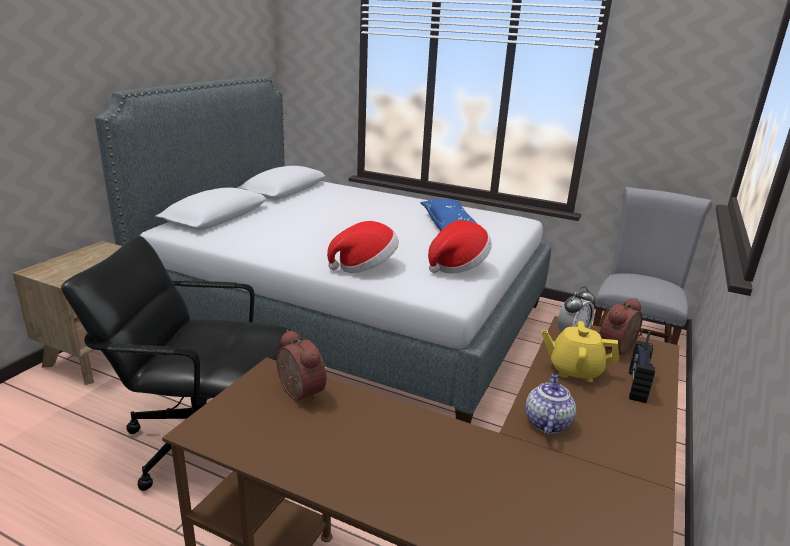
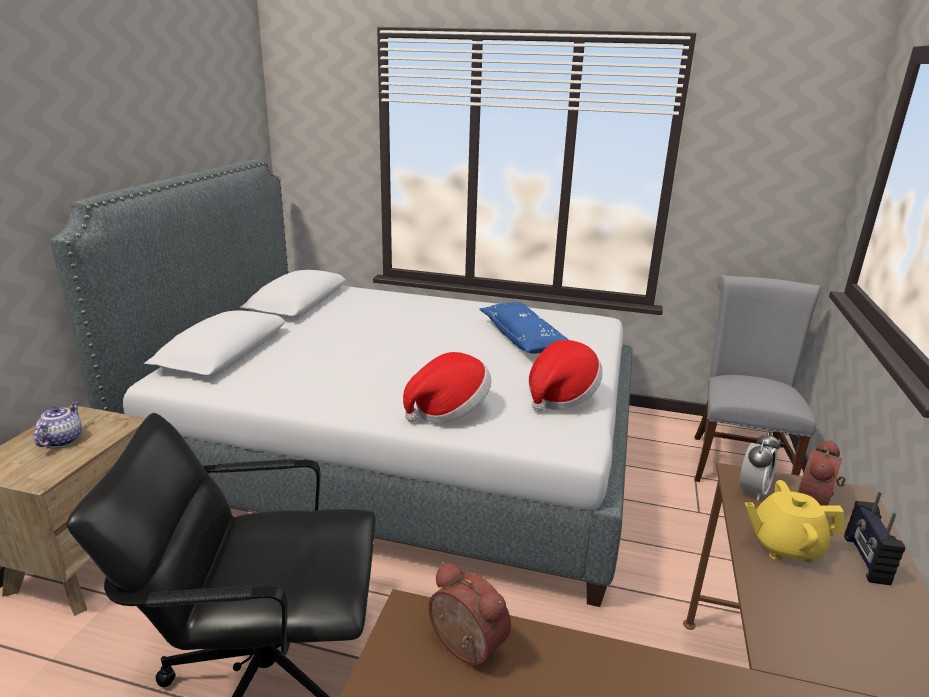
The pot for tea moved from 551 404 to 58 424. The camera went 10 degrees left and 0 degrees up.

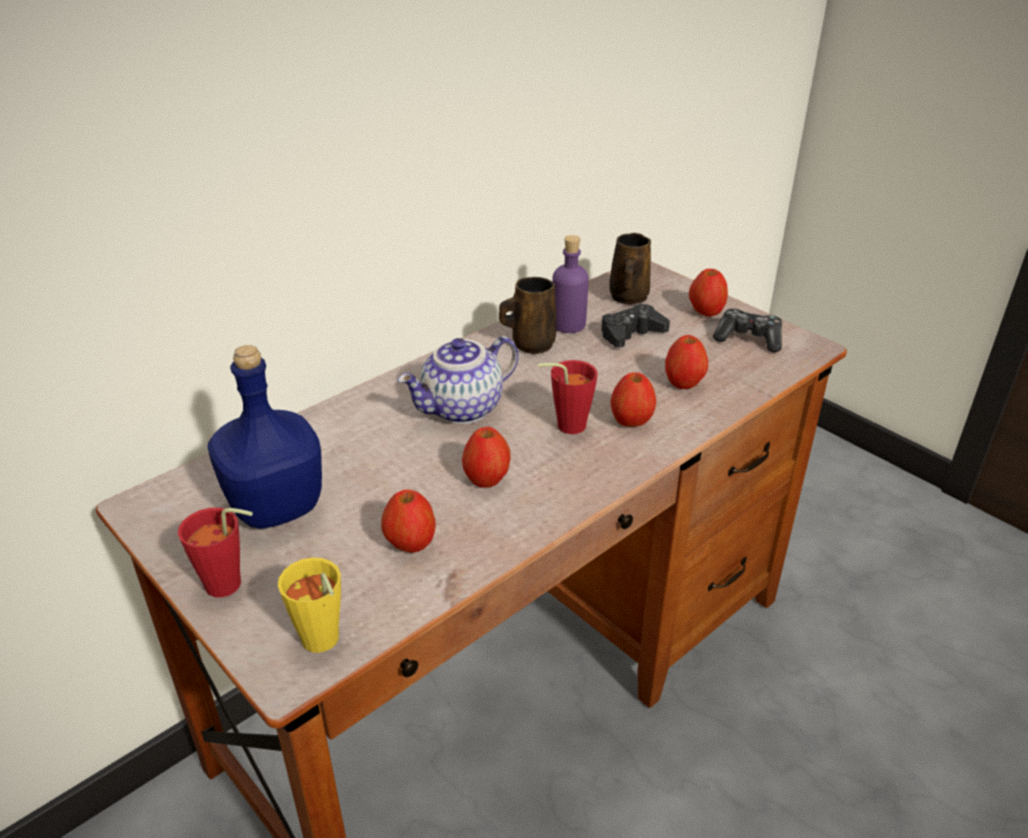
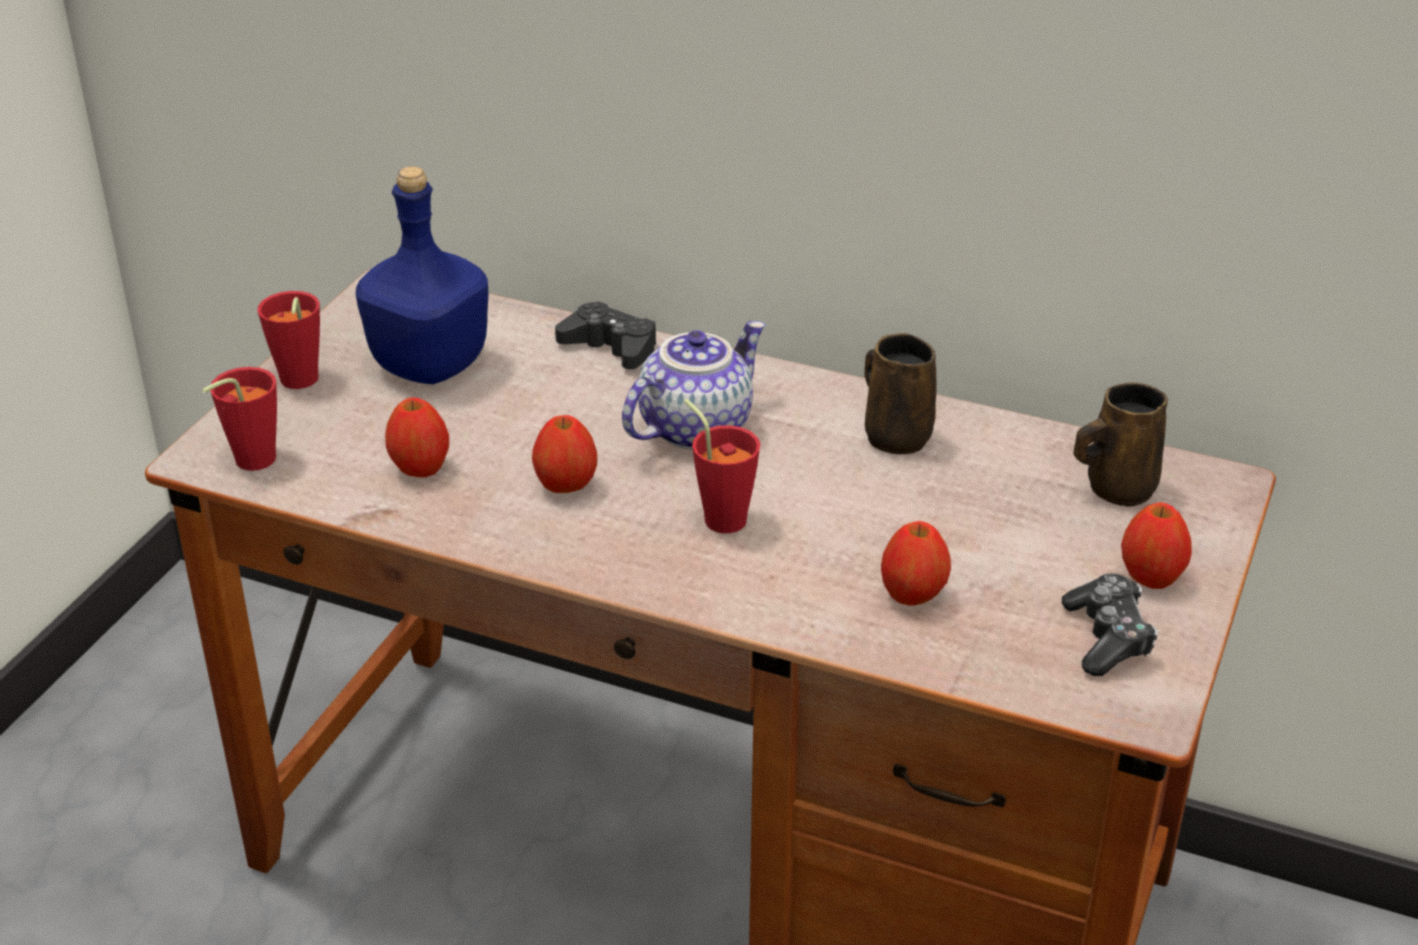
The purple bottle at 570 284 disappeared. The apple fruit at 633 400 disappeared. The black-coloured game controller moved from 635 326 to 605 335. The yellow-coloured small cup at 309 605 became the reddish small cup at 239 419. The pot for tea at 458 380 turned 105 degrees clockwise. The camera went 65 degrees right and 0 degrees up.

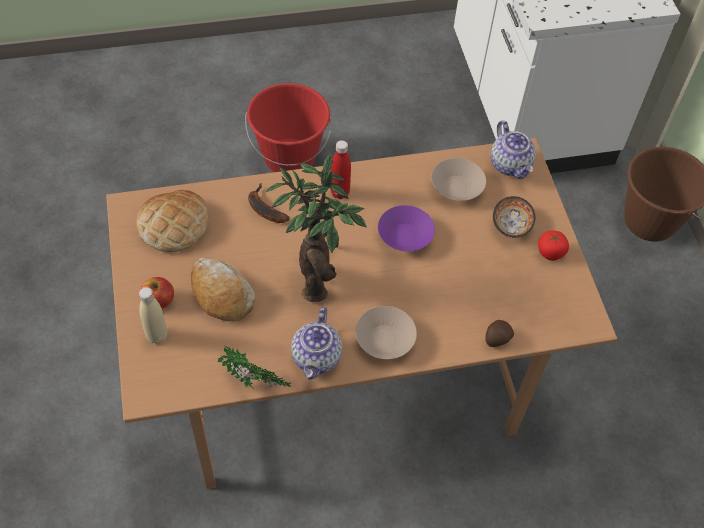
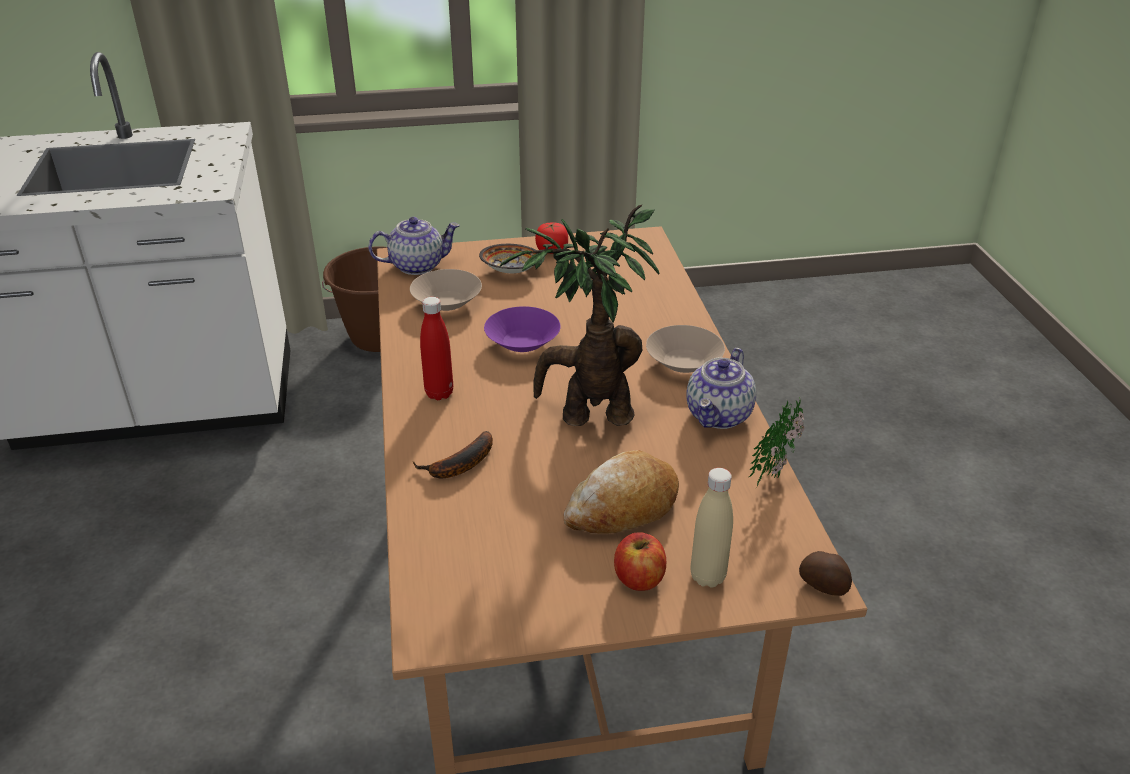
The bakery bread at 172 221 disappeared. The reddish water bucket at 288 127 disappeared. The potato moved from 499 333 to 825 573. The pot for tea at 316 343 turned 105 degrees clockwise. The camera went 85 degrees left and 20 degrees down.

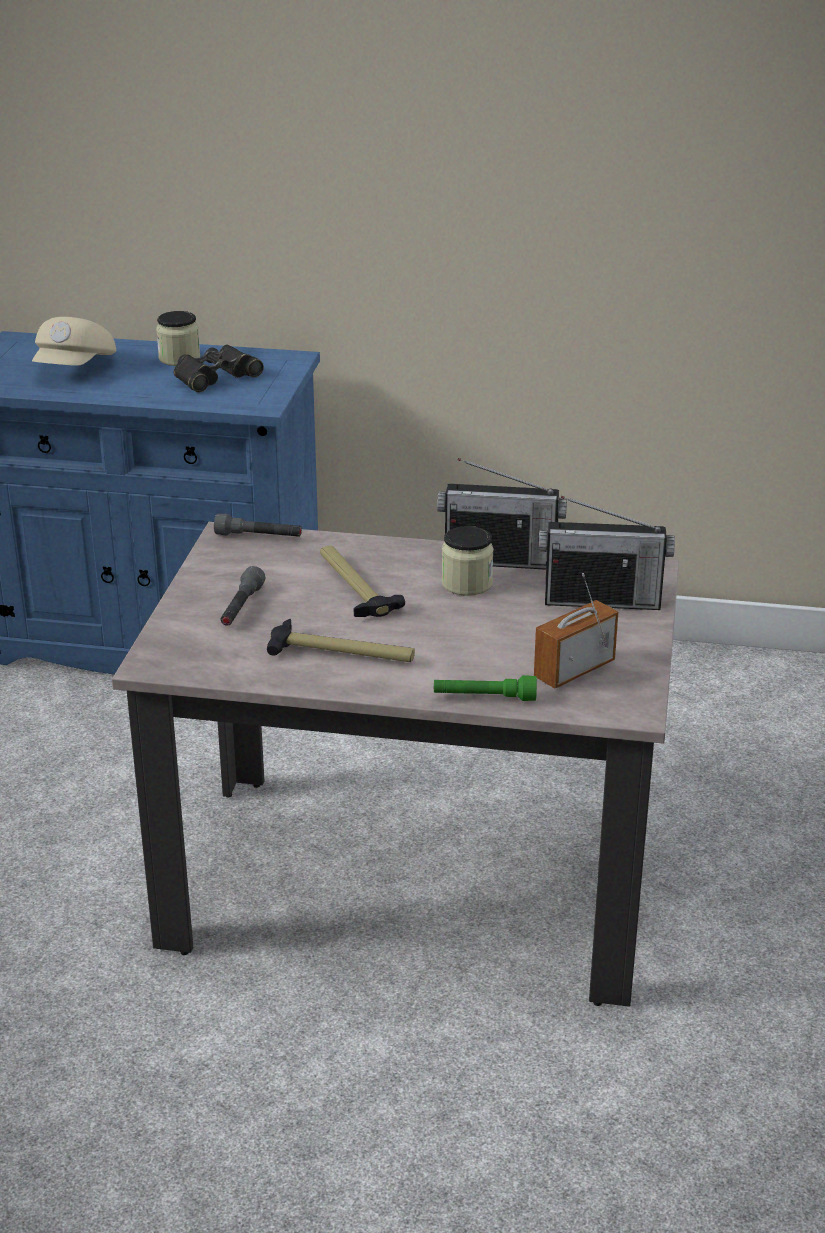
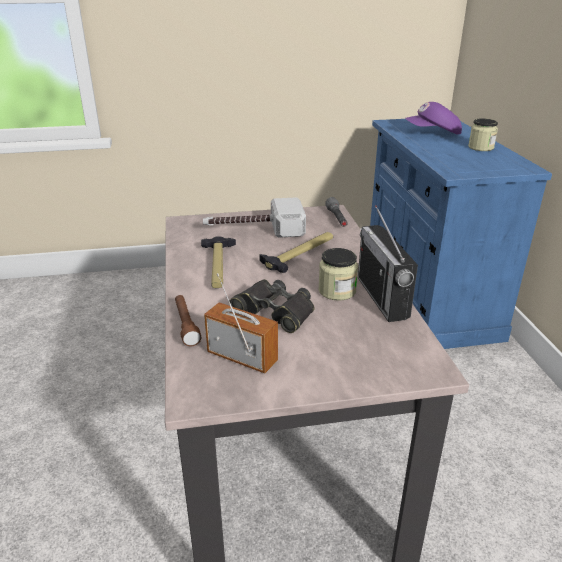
The radio receiver at 607 553 disappeared. The black-coloured binoculars moved from 218 368 to 272 306. The gray flashlight at 242 596 was replaced by the hand hammer at 254 217. The sand-coloured baseball cap at 74 341 became the purple baseball cap at 433 118. The green flashlight at 485 688 became the brown flashlight at 188 320. The camera went 70 degrees right and 0 degrees up.

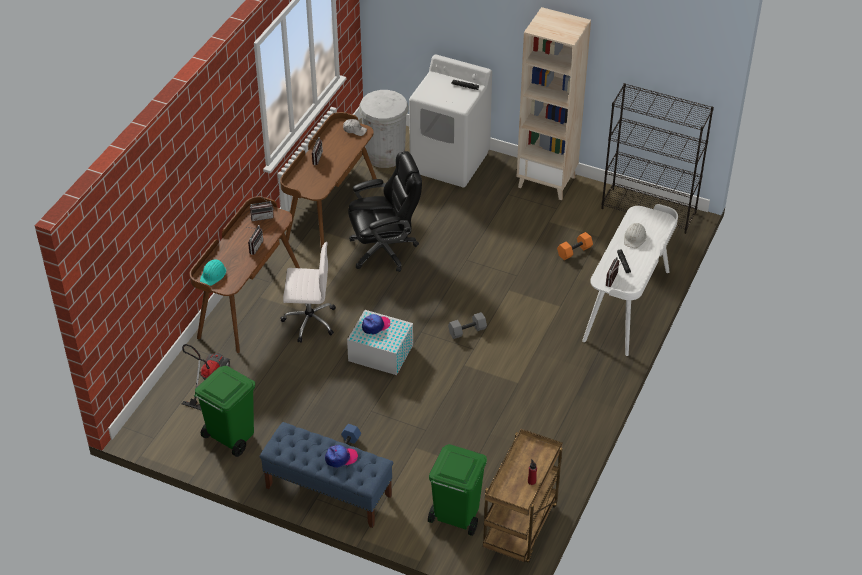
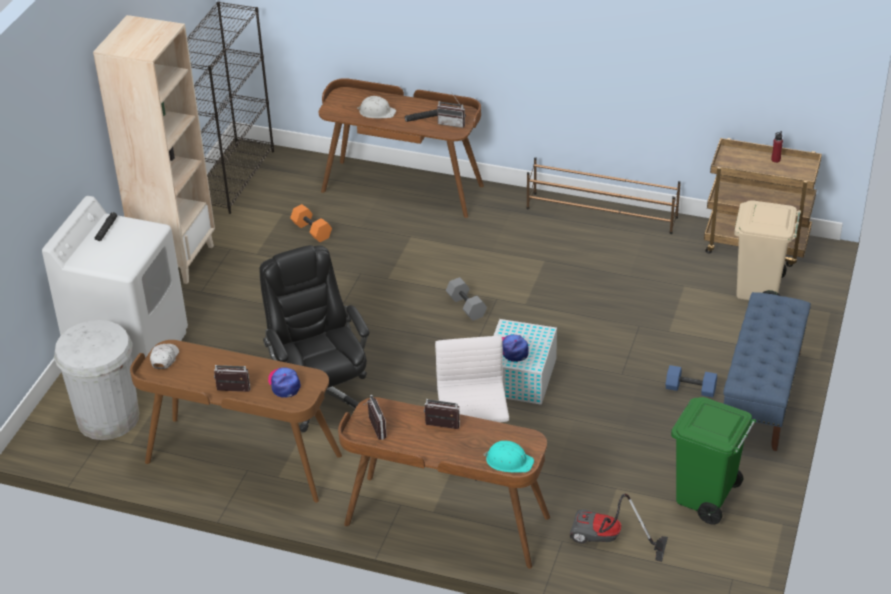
The brown shoe stand at 603 195 appeared. The baseball cap moved from 341 456 to 284 382. The green trash can at 457 490 became the sand-coloured trash can at 767 250. The whitish desk unit at 630 280 became the brown desk unit at 401 148. The camera went 95 degrees left and 5 degrees down.

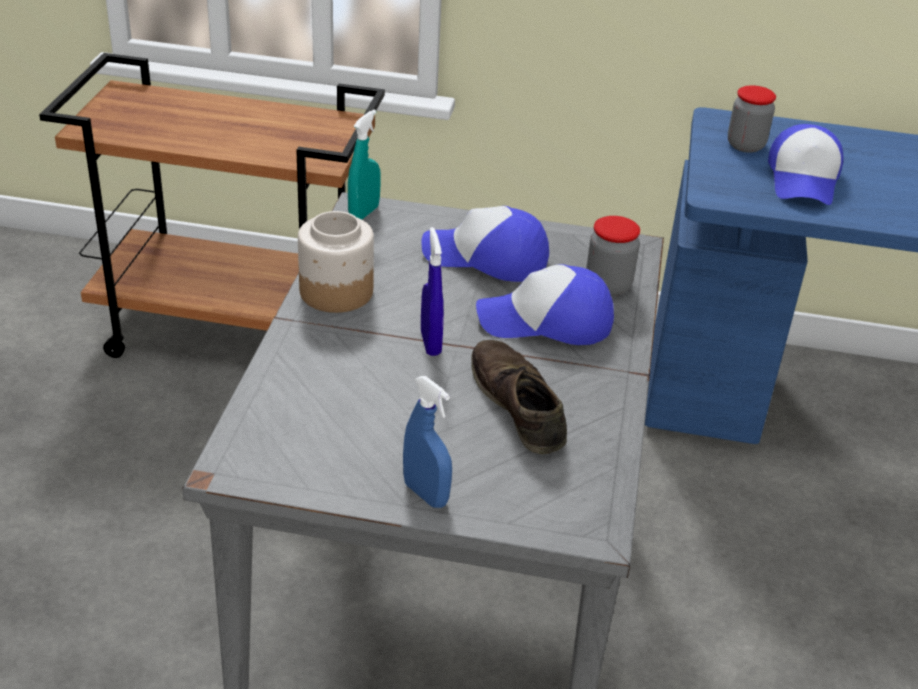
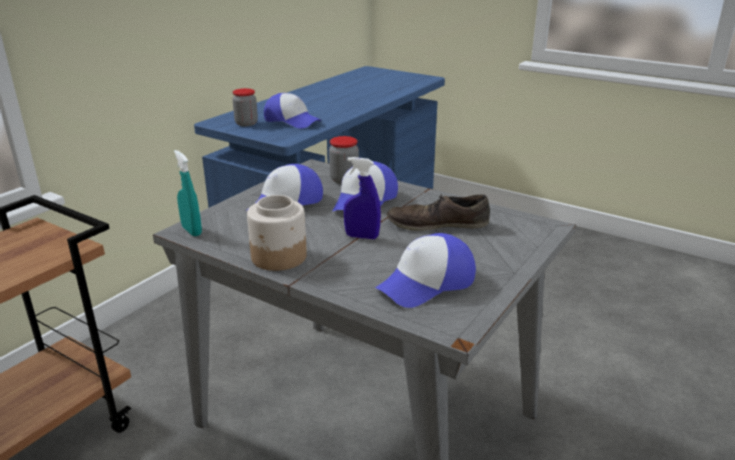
The bluish hand sprayer at 427 442 disappeared. The baseball cap at 425 270 appeared. The camera went 65 degrees left and 10 degrees down.

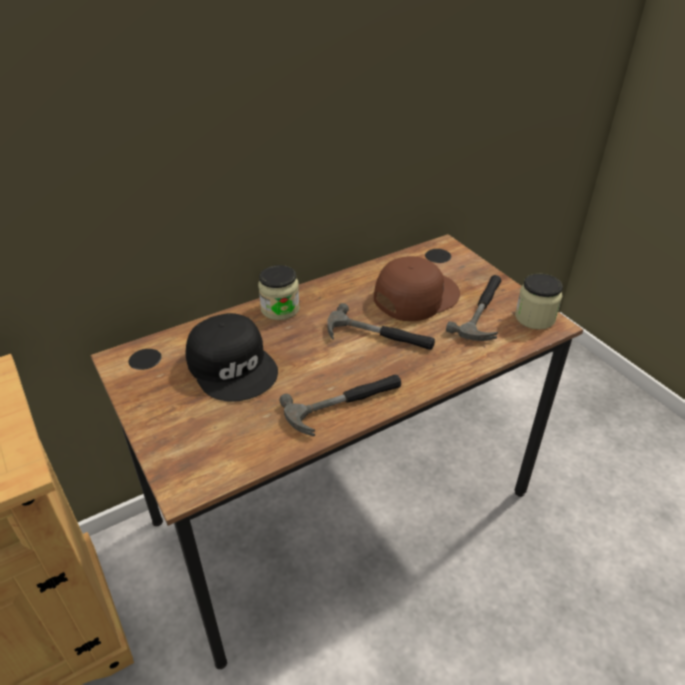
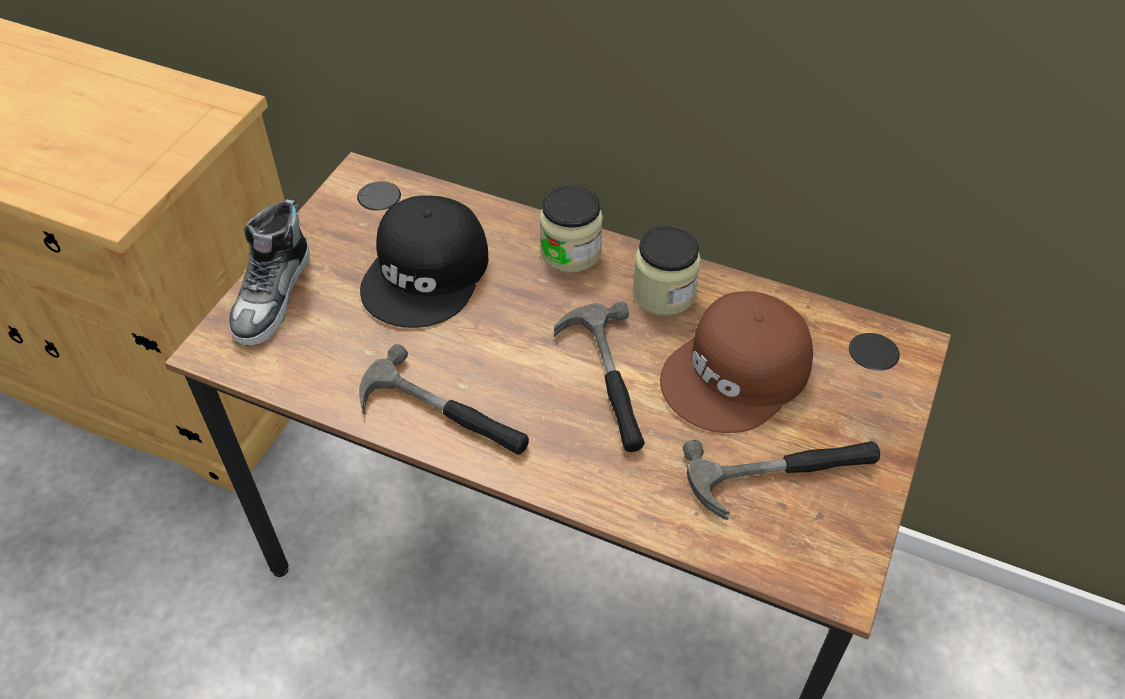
The shoe at 269 272 appeared. The jar moved from 539 302 to 667 271. The brown baseball cap at 417 288 turned 120 degrees clockwise. The camera went 55 degrees right and 10 degrees up.

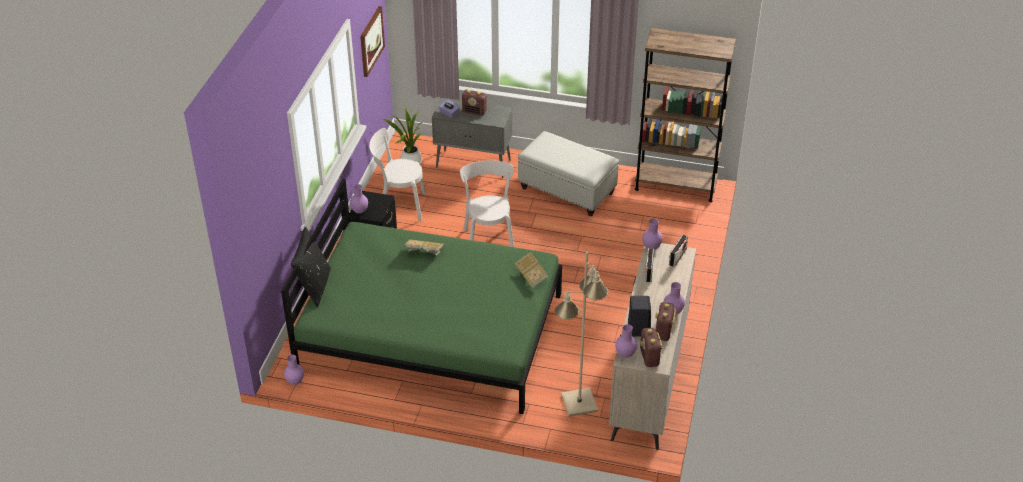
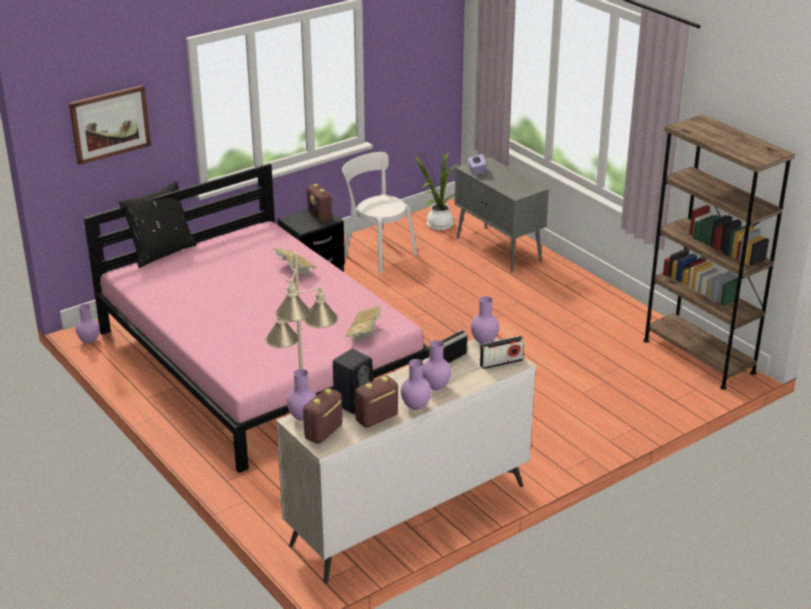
The whitish upright chair at 487 203 disappeared. The whitish ottoman at 568 173 disappeared. The purple flower vase moved from 359 199 to 437 365. The wall picture moved from 372 41 to 110 125. The radio receiver moved from 474 103 to 320 203. The green sleeping bed at 421 296 became the pinkish sleeping bed at 256 318. The camera went 40 degrees right and 10 degrees down.

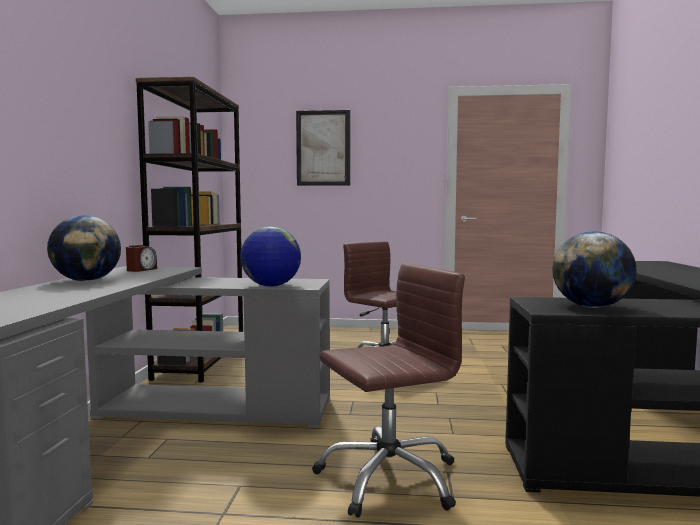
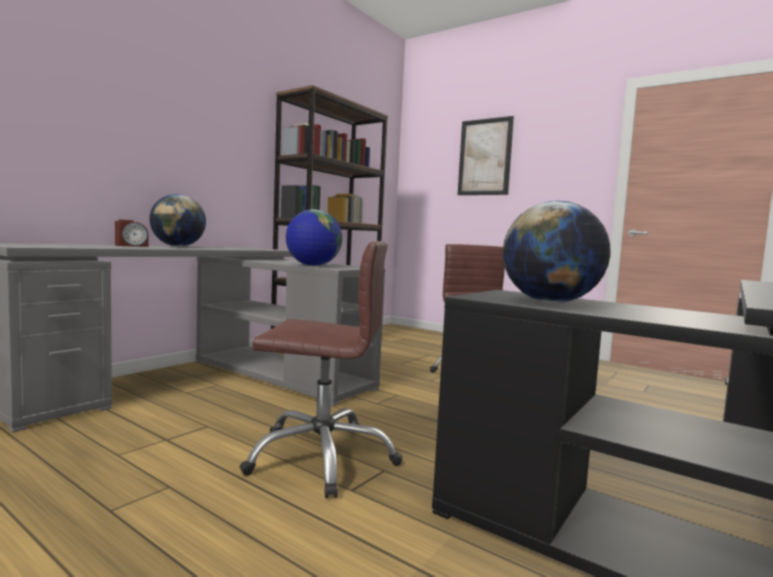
The table clock moved from 141 258 to 132 233. The camera went 30 degrees right and 0 degrees up.

